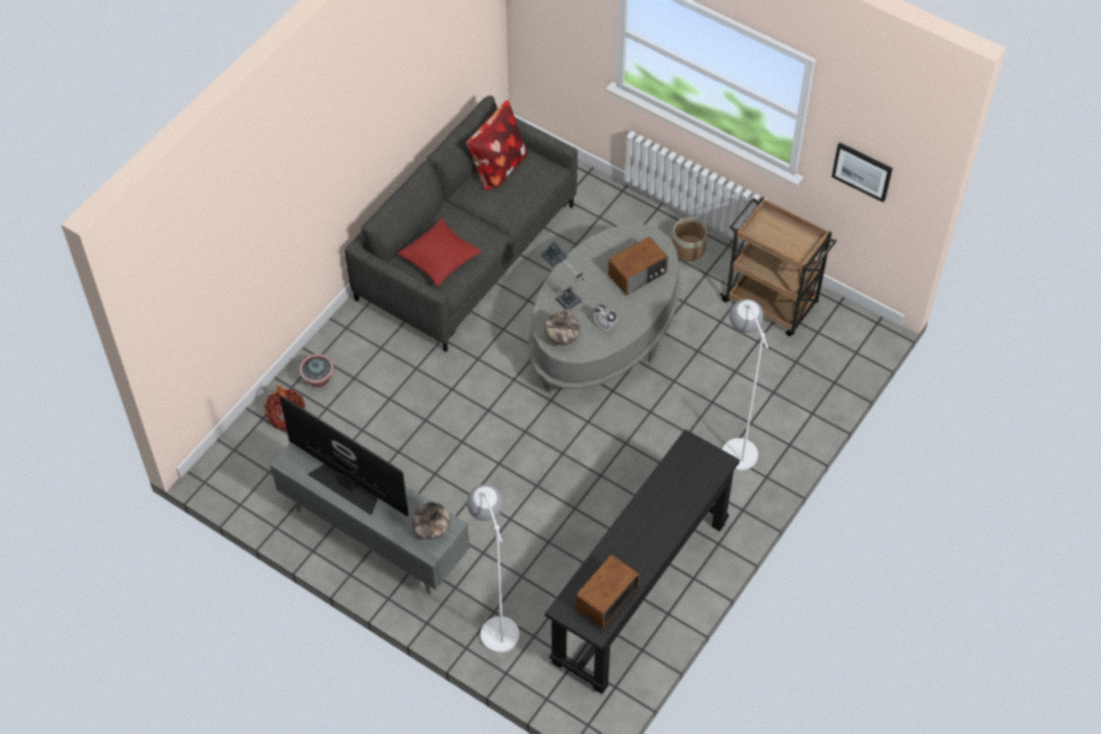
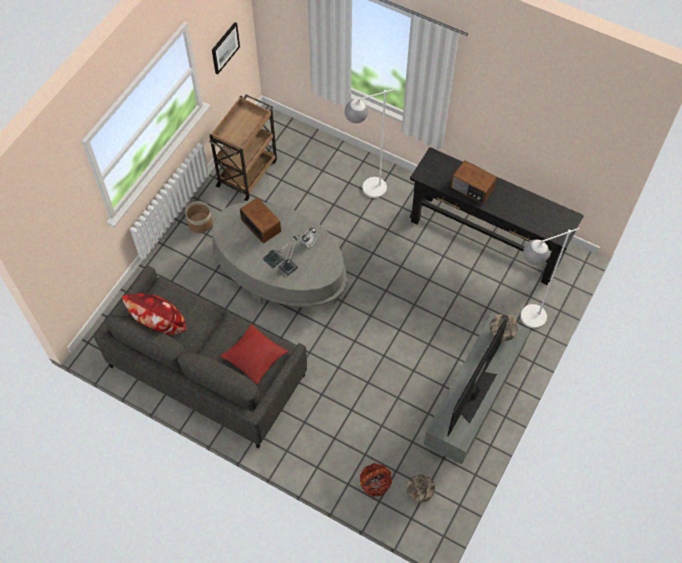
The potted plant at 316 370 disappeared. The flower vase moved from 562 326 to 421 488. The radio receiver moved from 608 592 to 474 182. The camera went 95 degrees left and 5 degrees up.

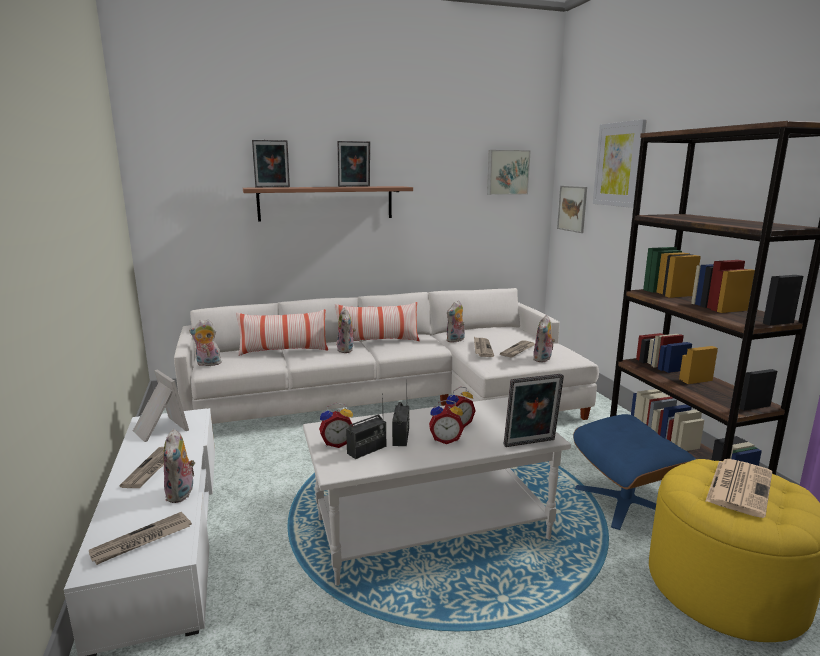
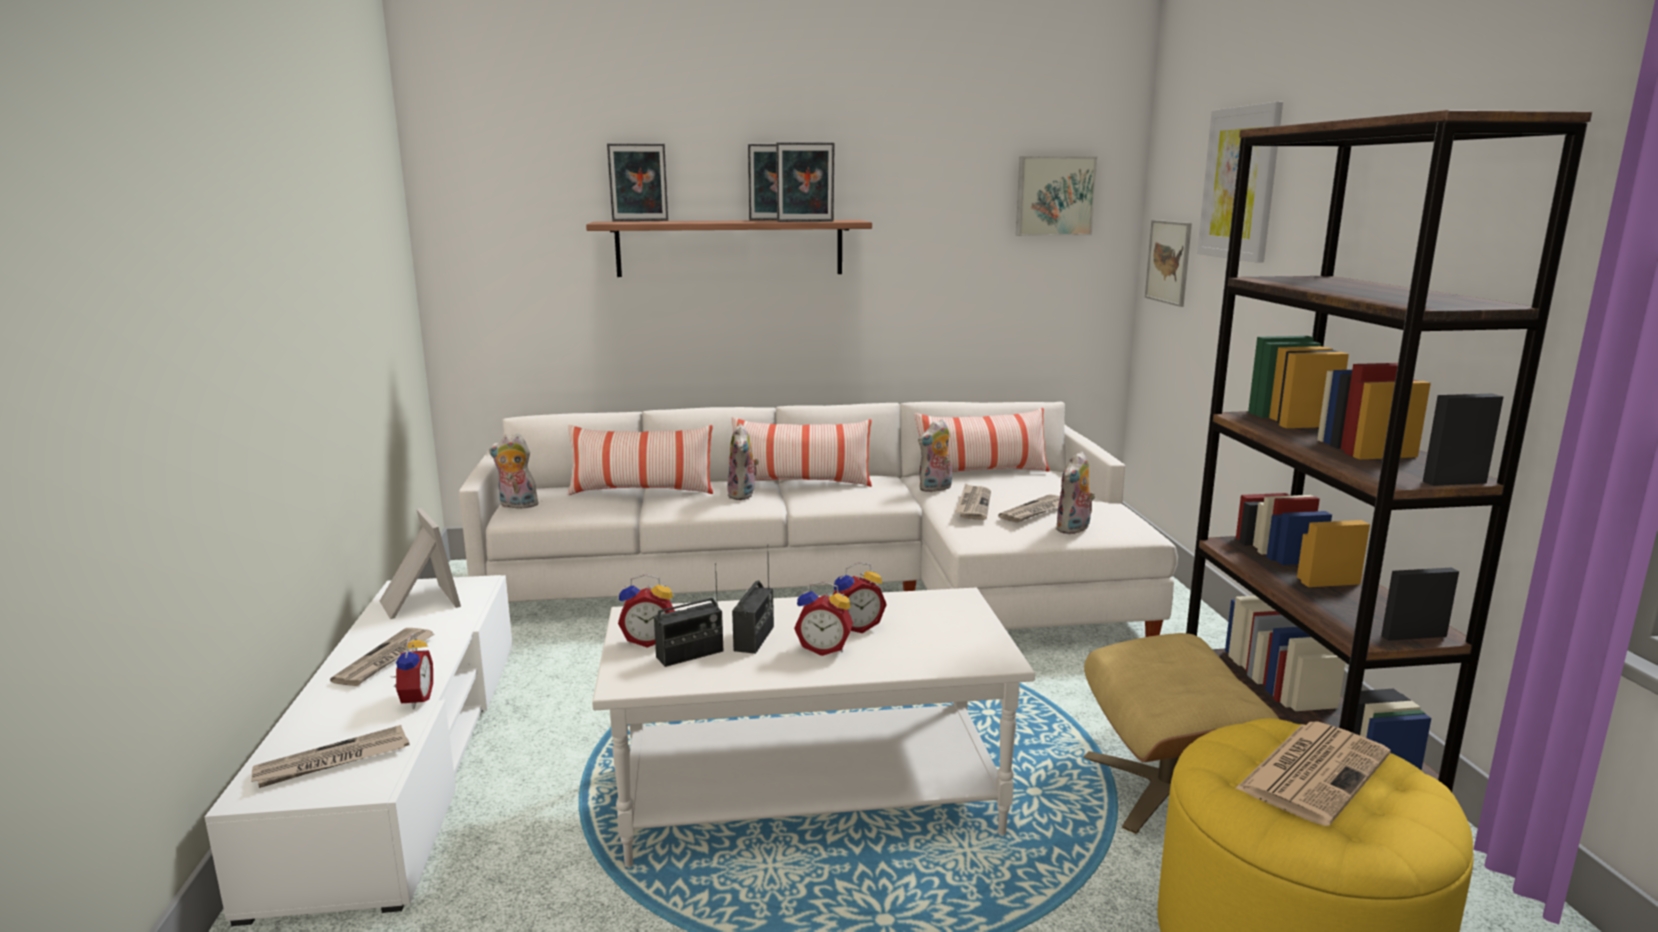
The cushion at 982 440 appeared. The photo frame moved from 534 410 to 805 182. The soft toy at 179 466 was replaced by the table clock at 413 671. The bluish ottoman at 634 472 became the sand-coloured ottoman at 1181 733. The camera went 10 degrees right and 0 degrees up.

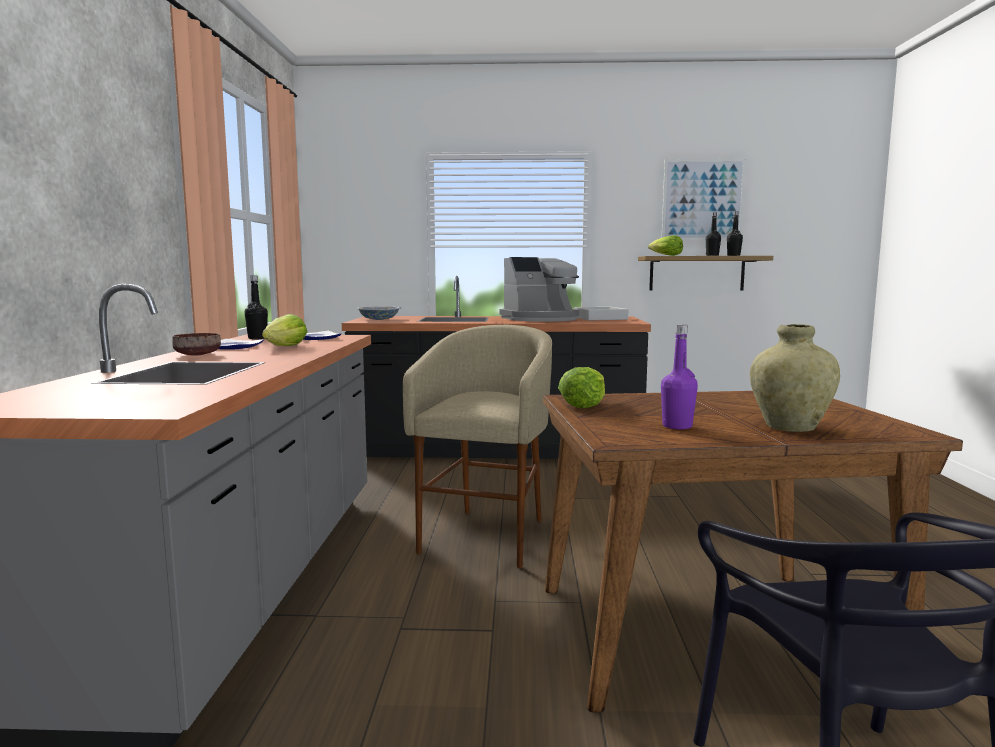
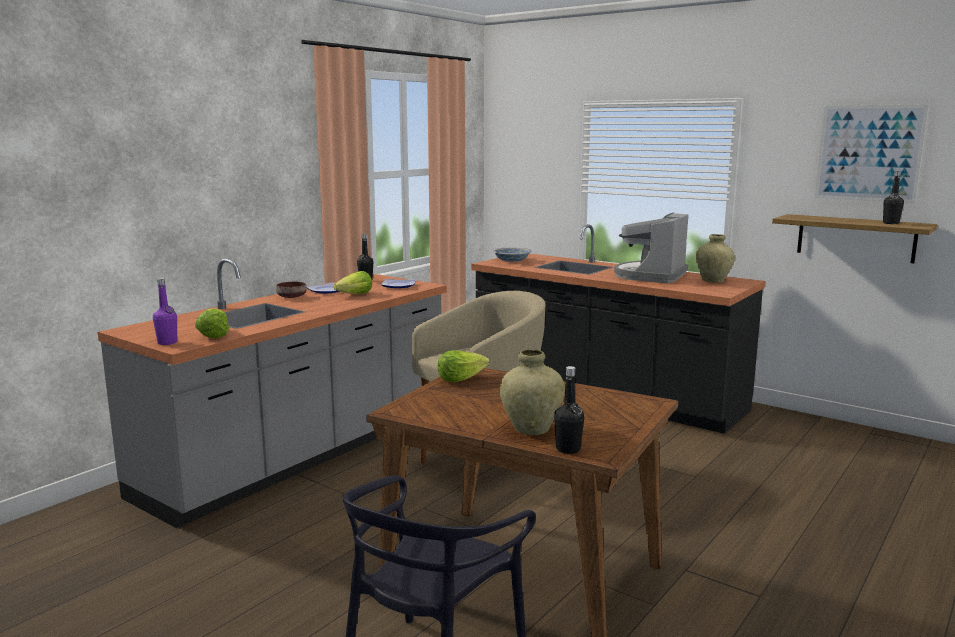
The lettuce moved from 665 245 to 212 323. The purple bottle moved from 679 376 to 165 311. The black-coloured bottle moved from 713 234 to 569 410. The gray serving tray at 601 313 was replaced by the sand-coloured flower vase at 715 258. The coffee machine at 539 289 turned 105 degrees clockwise. The camera went 35 degrees right and 5 degrees up.

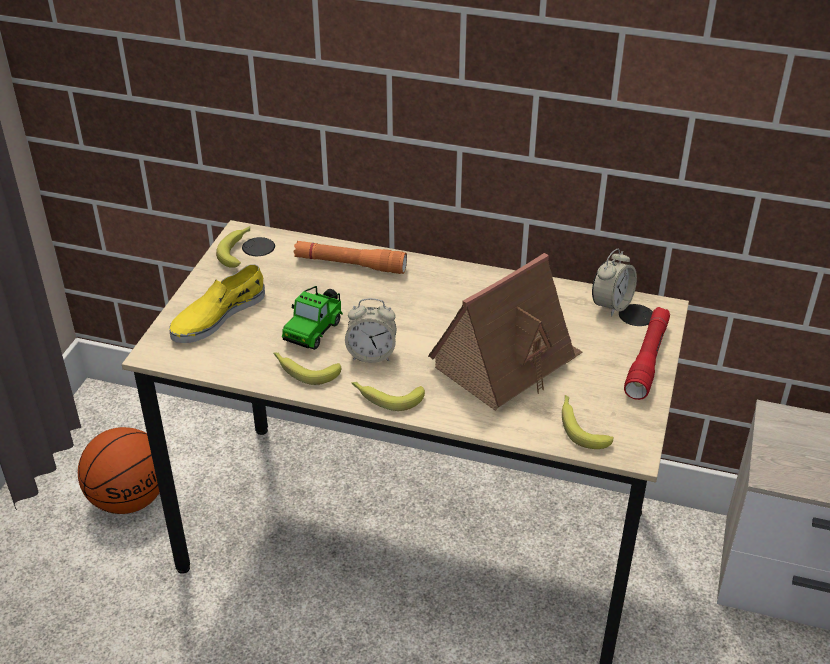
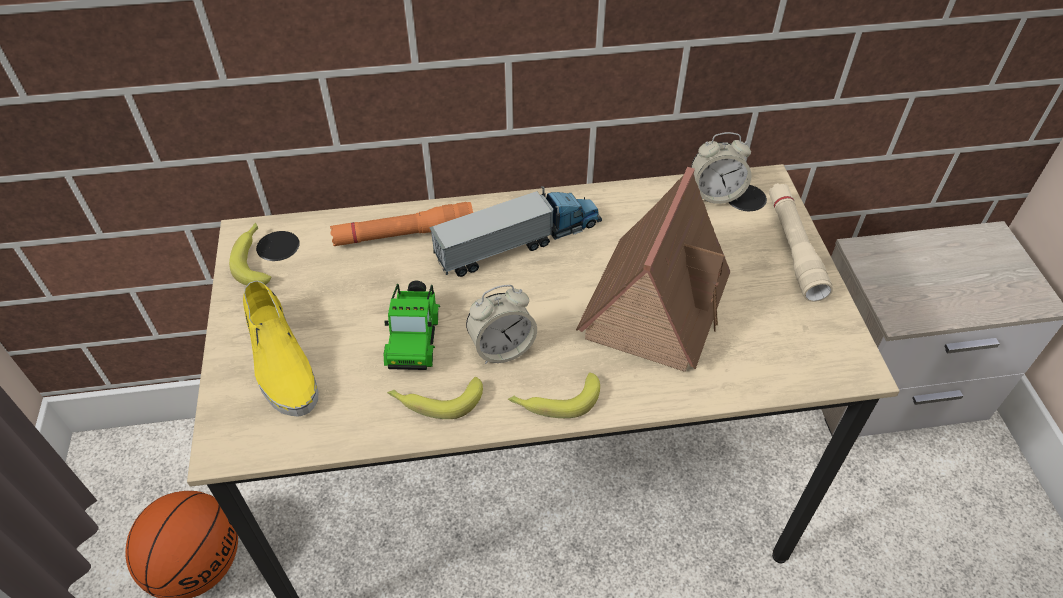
The whole banana at 588 422 disappeared. The toy truck at 515 231 appeared. The reddish flashlight at 647 353 became the sand-coloured flashlight at 801 242. The yellow-coloured shoe at 217 303 turned 45 degrees counterclockwise. The table clock at 614 282 turned 75 degrees clockwise. The camera went 25 degrees left and 10 degrees up.

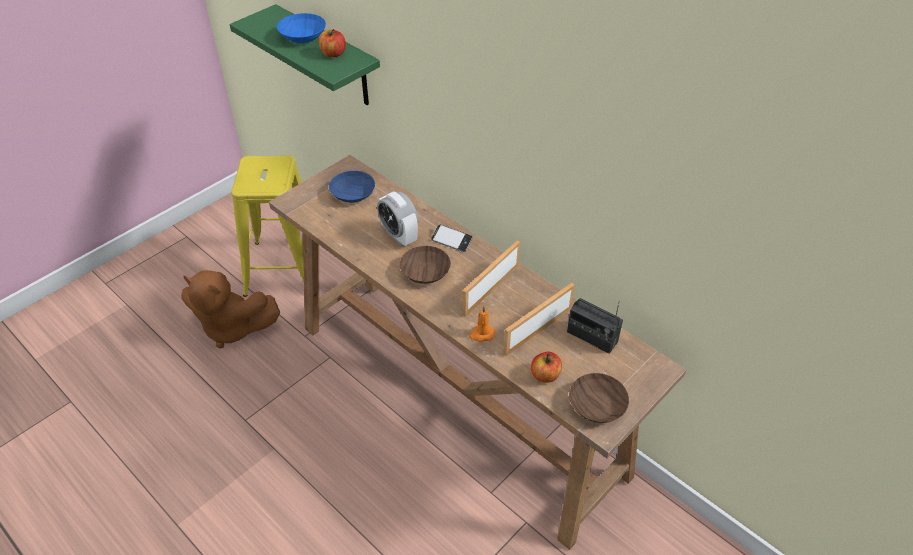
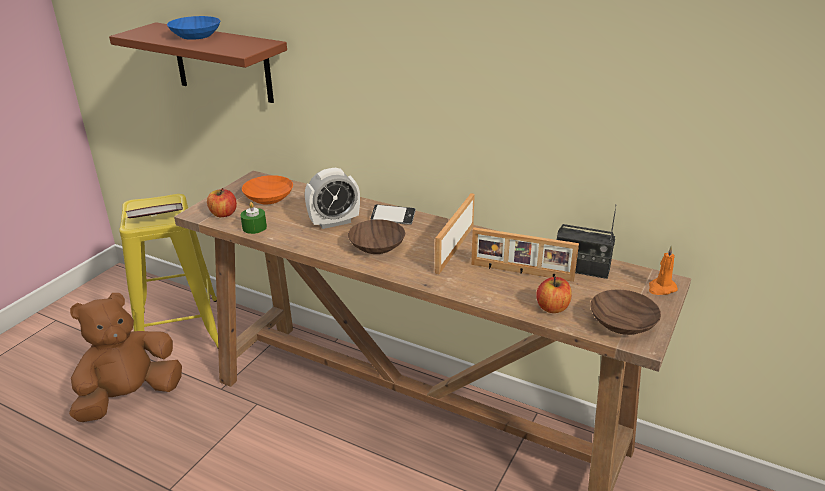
The volume at 154 210 appeared. The green wax light at 253 218 appeared. The apple fruit moved from 332 43 to 222 202. The orangey wax light moved from 482 324 to 663 270. The green bracket shelf at 305 54 became the brown bracket shelf at 198 62. The bluish bowl at 352 187 became the orangey bowl at 267 189. The brown soft toy at 230 309 turned 135 degrees clockwise. The table clock at 397 218 turned 60 degrees counterclockwise. The photo frame at 539 319 turned 105 degrees counterclockwise. The camera went 15 degrees left and 15 degrees down.

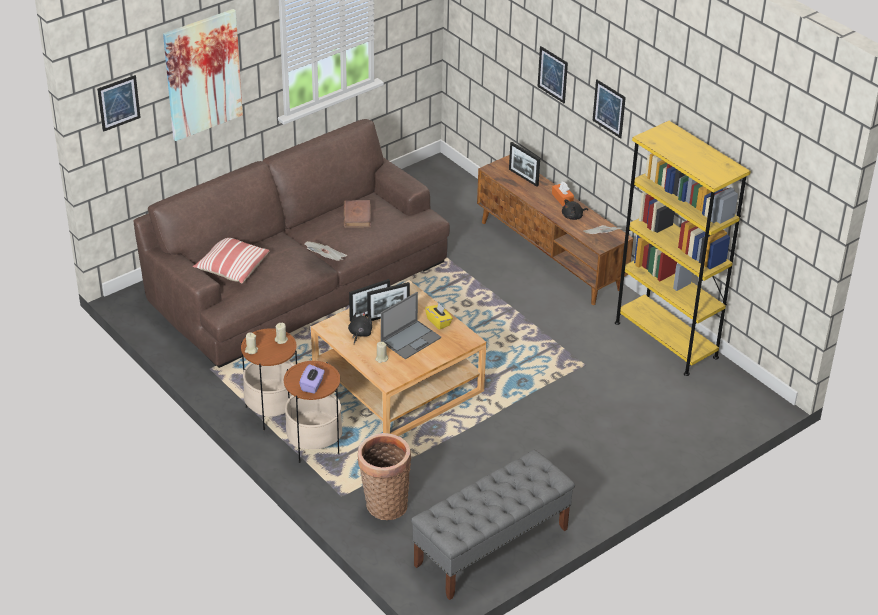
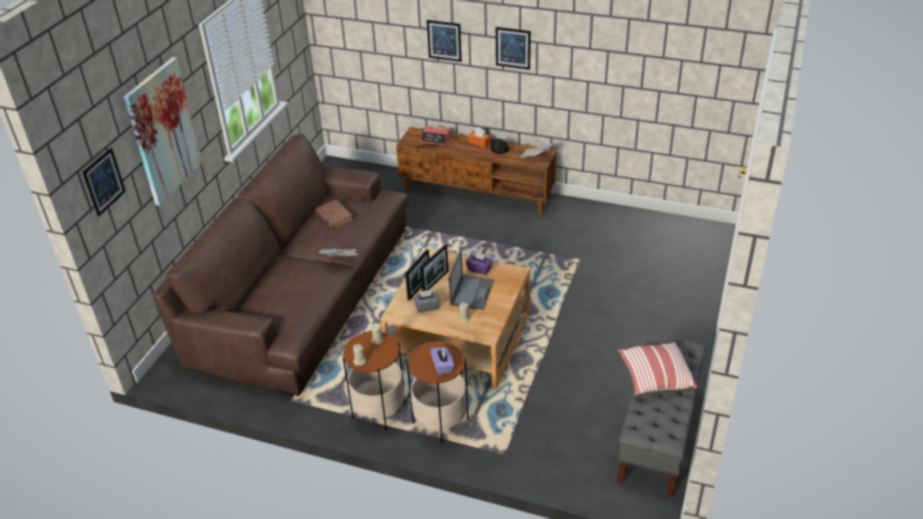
The household basket at 384 476 disappeared. The yellow-coloured bookcase at 683 248 disappeared. The cushion moved from 231 261 to 657 368. The black-coloured soft toy at 360 328 was replaced by the gray tissue holder at 427 301. The photo frame at 524 164 was replaced by the table clock at 436 135. The yellow-coloured tissue holder at 439 316 became the purple tissue holder at 479 263. The camera went 30 degrees left and 0 degrees up.

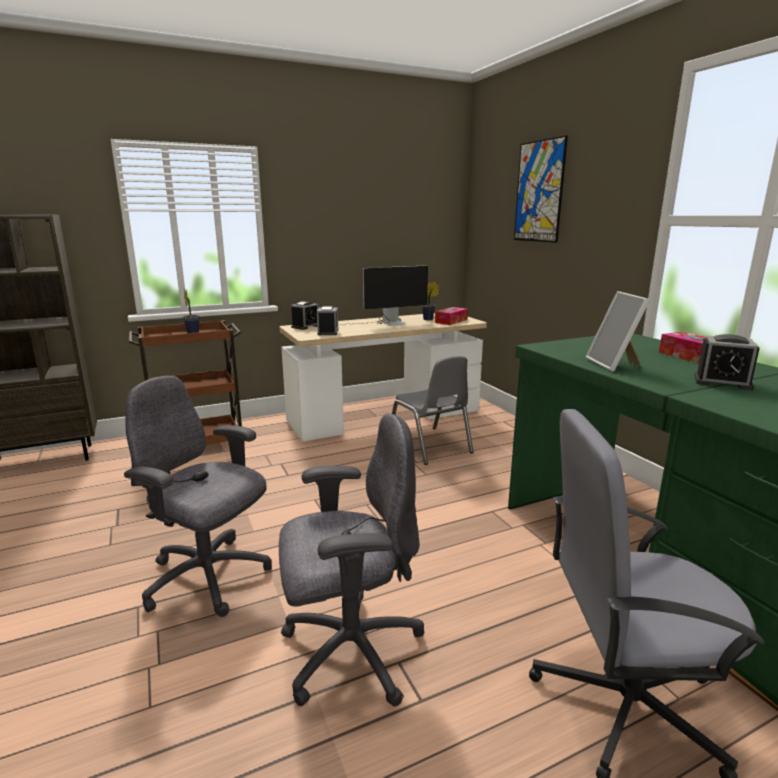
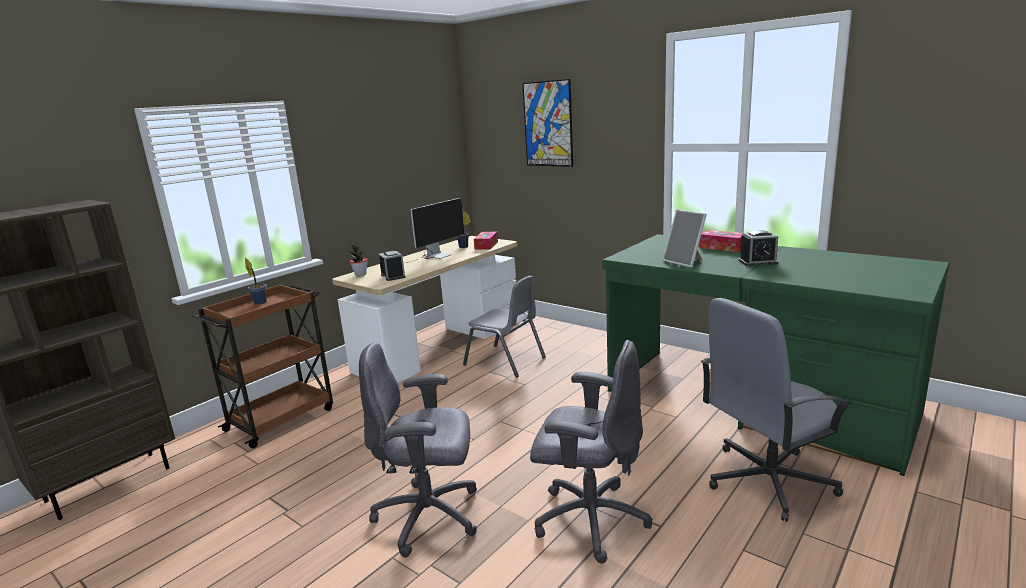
The table clock at 305 315 was replaced by the potted plant at 358 258. The gray computer chair at 351 560 turned 60 degrees clockwise. The camera went 25 degrees left and 0 degrees up.

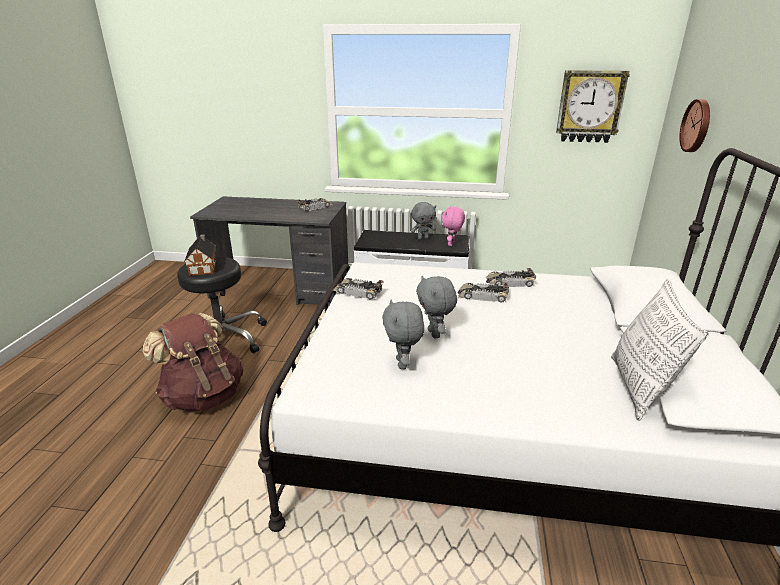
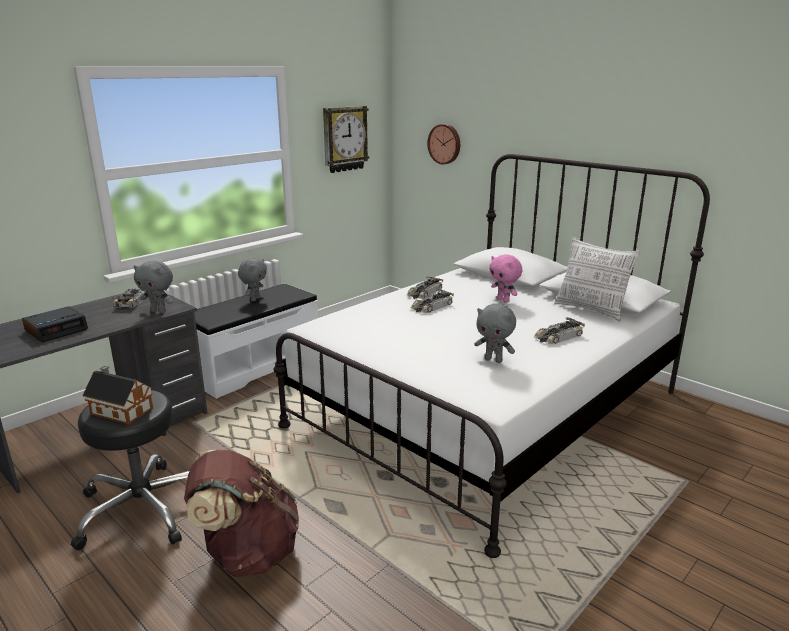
The table clock at 55 324 appeared. The miniature car moved from 357 289 to 559 330. The gray soft toy moved from 436 307 to 154 287. The pinkish soft toy moved from 453 226 to 505 278. The camera went 55 degrees left and 5 degrees down.

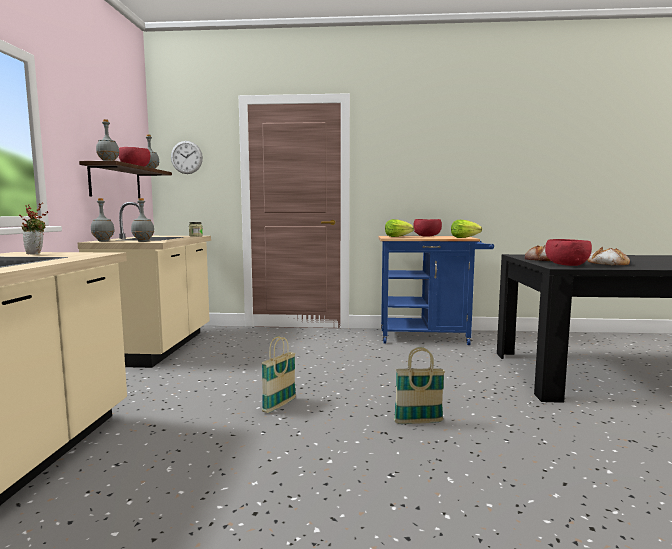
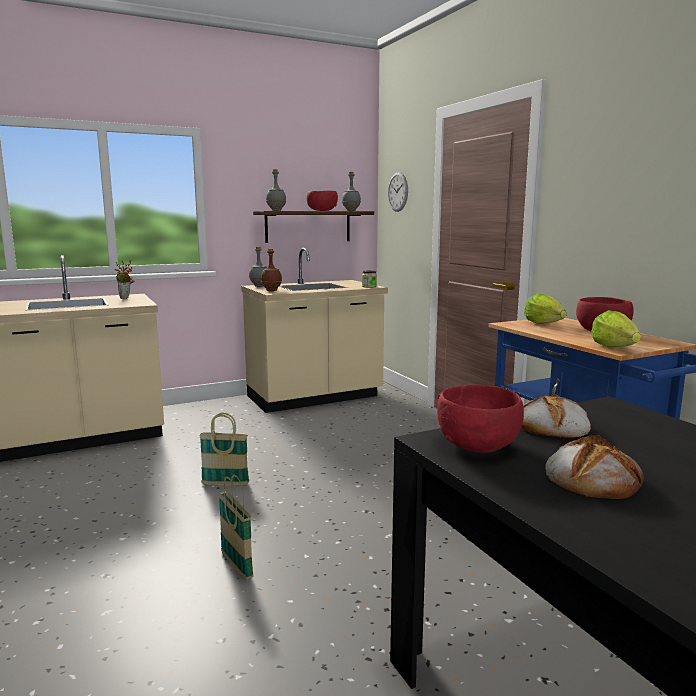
The gray bottle at 142 220 became the brown bottle at 271 269. The camera went 60 degrees right and 5 degrees up.

